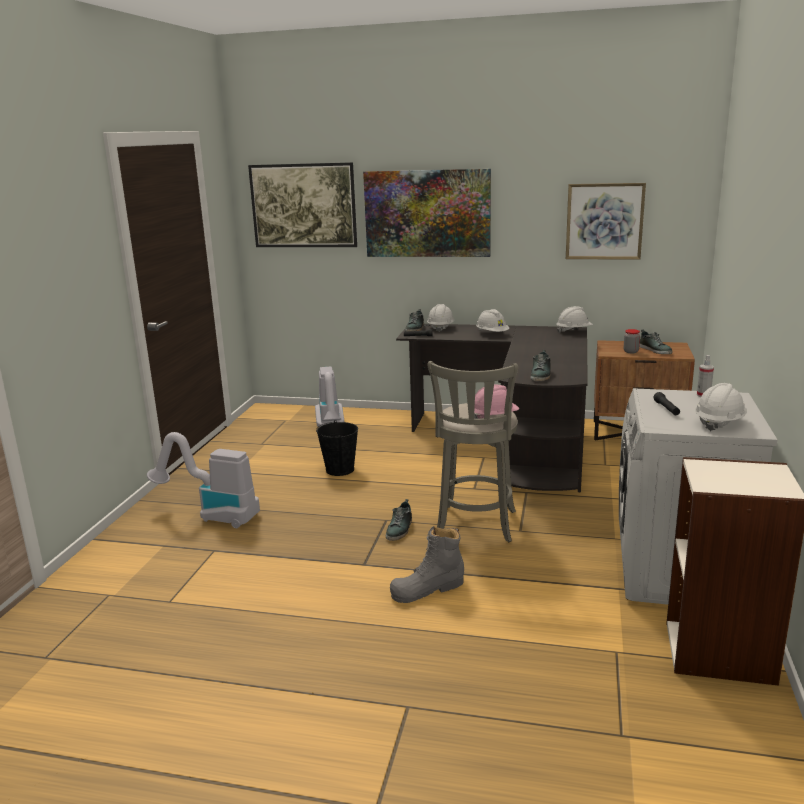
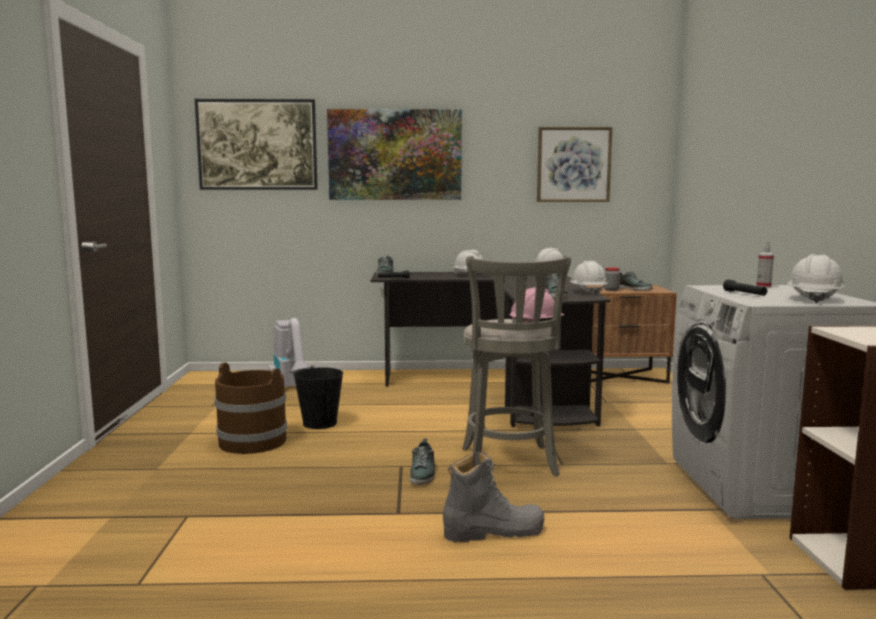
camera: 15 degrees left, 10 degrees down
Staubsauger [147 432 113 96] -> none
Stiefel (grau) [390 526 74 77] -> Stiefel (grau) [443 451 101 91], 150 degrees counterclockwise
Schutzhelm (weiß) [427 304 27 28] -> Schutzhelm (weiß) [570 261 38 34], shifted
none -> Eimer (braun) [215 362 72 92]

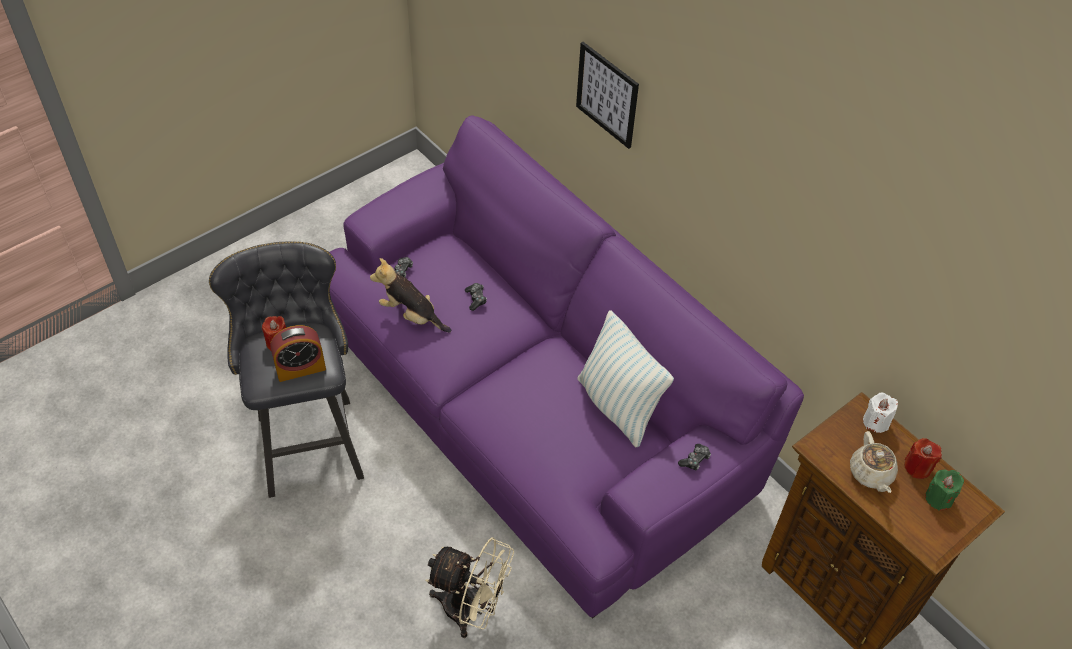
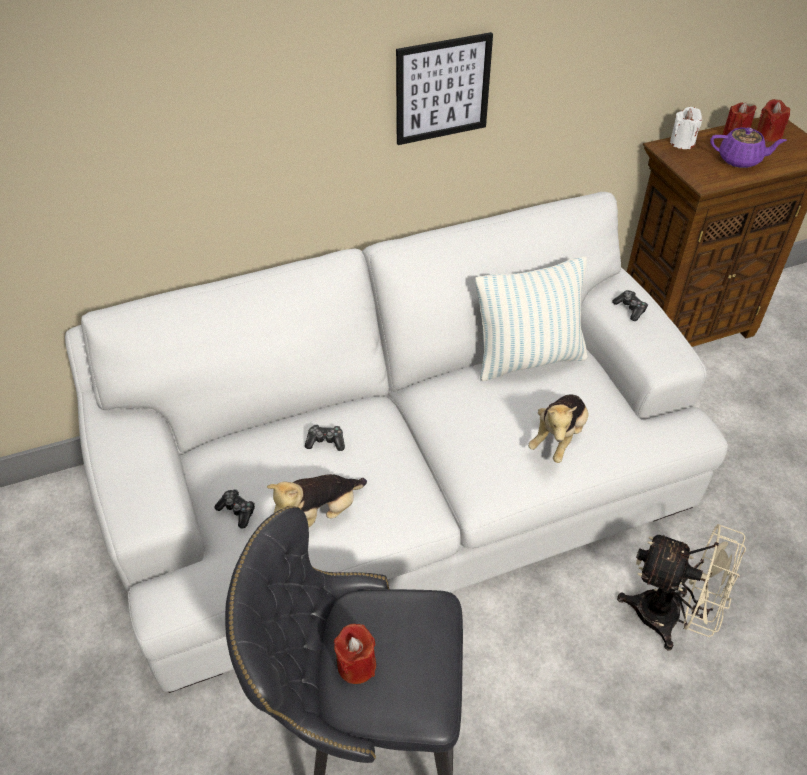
camera: 70 degrees left, 5 degrees down
Wecker [270 325 56 57] -> none
Sofa (lila) [330 115 474 504] -> Sofa (weiß) [65 192 663 501]
Ventilator (beige) [425 537 89 101] -> Ventilator (beige) [617 524 129 126], 75 degrees clockwise
Bild [576 42 63 107] -> Bild [396 32 97 113], shifted
Teekanne (beige) [850 431 48 62] -> Teekanne (lila) [710 127 77 41]
Kerze (grün) [925 469 39 42] -> Kerze (rot) [757 99 33 43]
none -> Plüschtier [528 394 60 69]

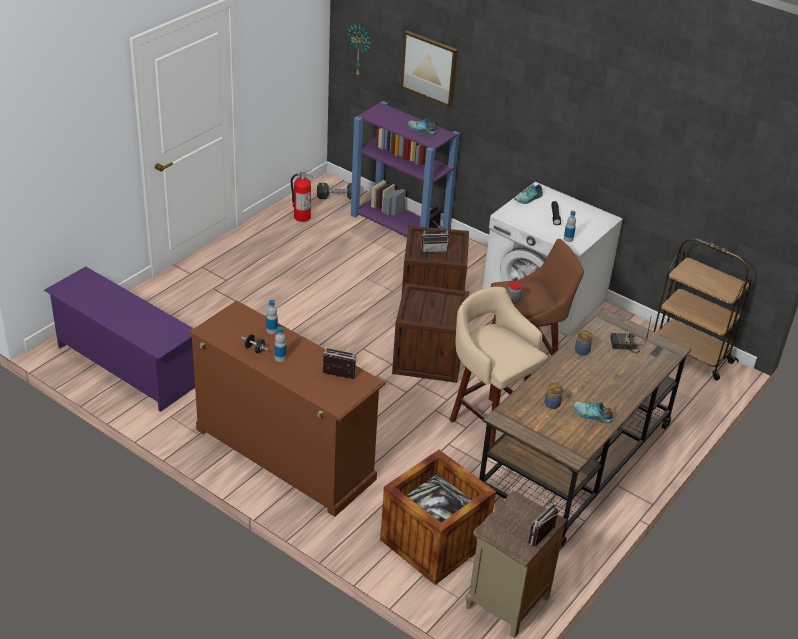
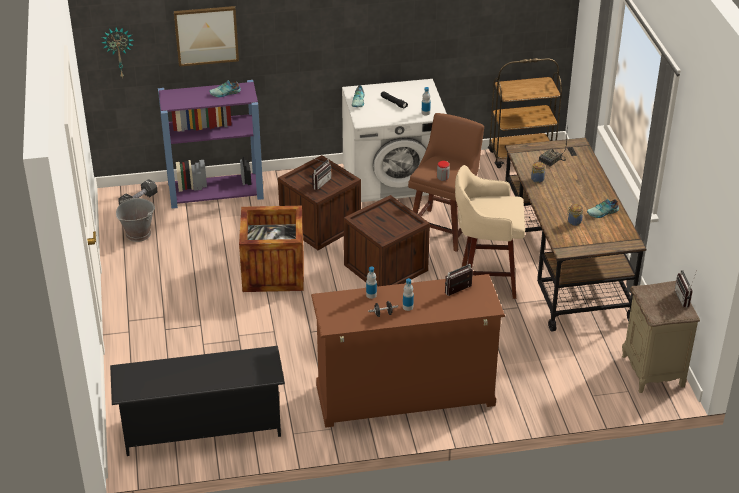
camera: 45 degrees left, 0 degrees up
Schuhregal (lila) [44 267 151 145] -> Schuhregal (schwarz) [110 346 175 110]
Feuerlöscher [291 169 22 53] -> Eimer (grau) [116 198 39 44]
Kiste [380 450 116 135] -> Kiste [239 206 65 86], shifted

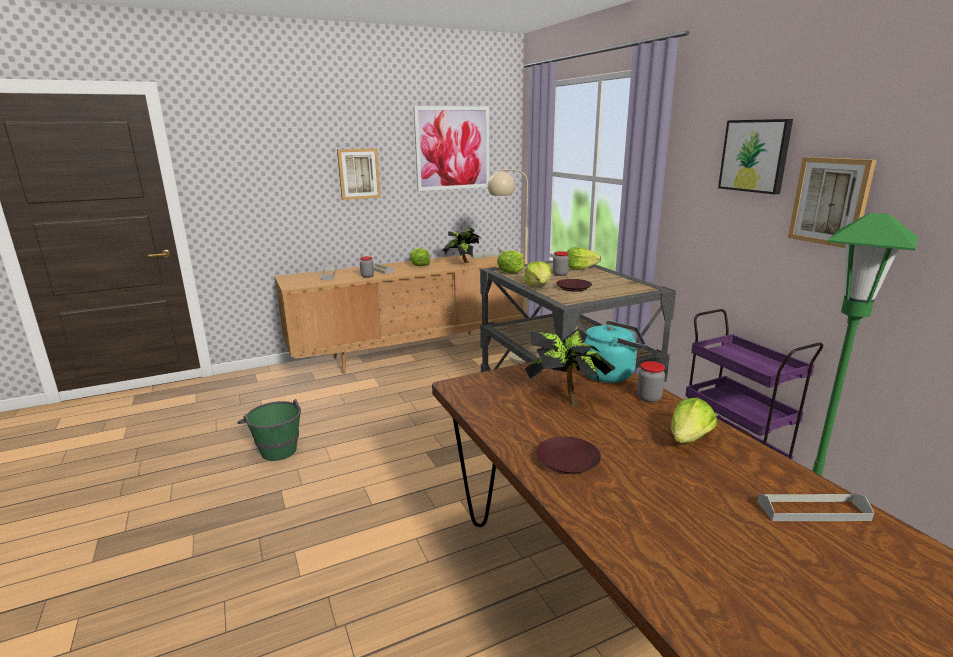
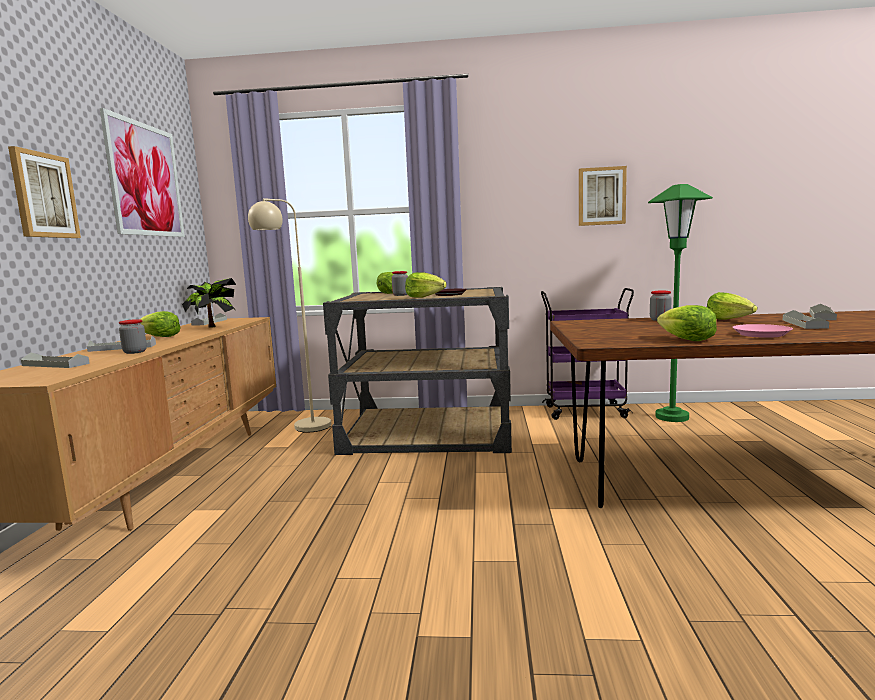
camera: 60 degrees left, 10 degrees down
Eimer (grün) [237 399 64 62] -> none
Salatkopf [497 251 27 22] -> Salatkopf [657 305 60 36], shifted
Topfpflanze [525 329 91 77] -> none
Teller (braun) [536 436 65 38] -> Teller (rosa) [733 324 60 14]
Wasserkessel (türkis) [585 320 61 63] -> none
Bild [718 119 75 75] -> none
none -> Tablett (grau) [783 310 46 19]

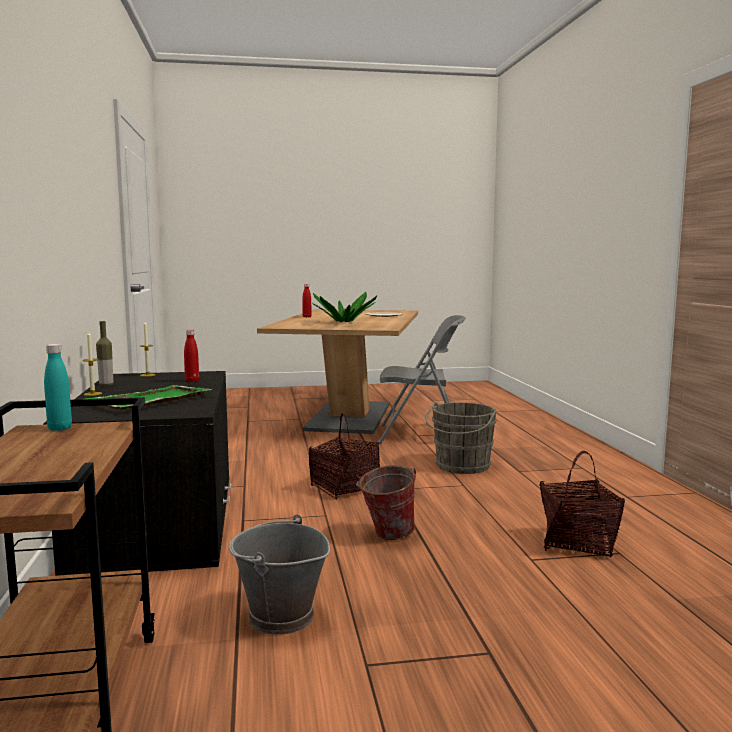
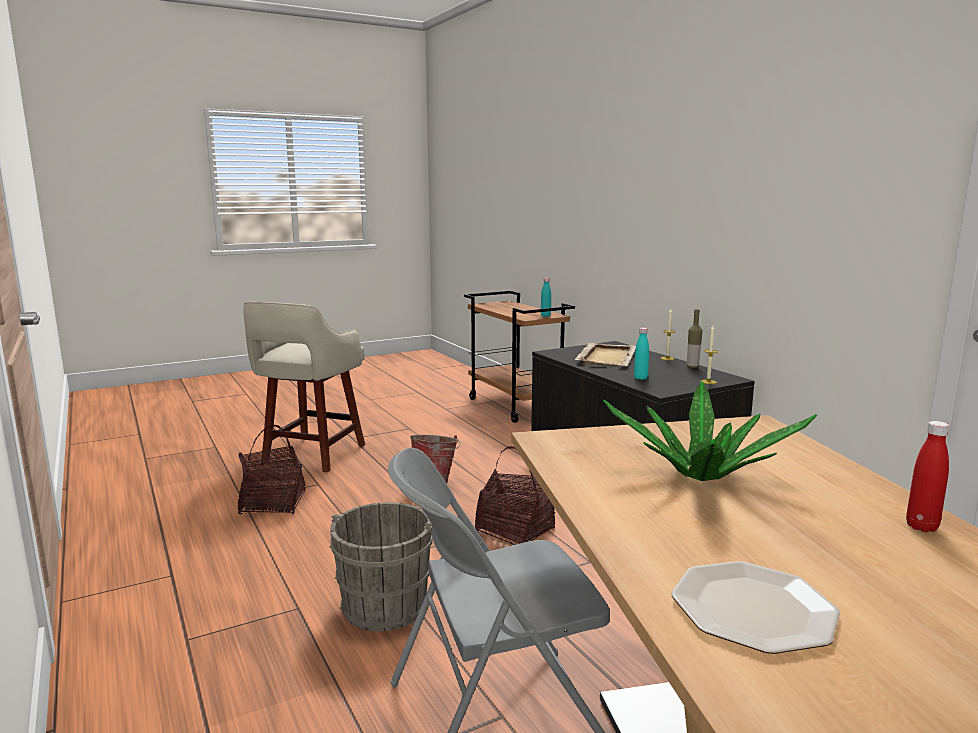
camera: 160 degrees right, 5 degrees up
Tablett (grün) [85 385 127 25] -> Tablett (beige) [575 343 61 24]
Flasche (rot) [184 330 15 52] -> Flasche (türkis) [634 328 15 52]
Eimer (grau) [229 514 101 121] -> none
none -> Hocker (beige) [243 302 122 170]

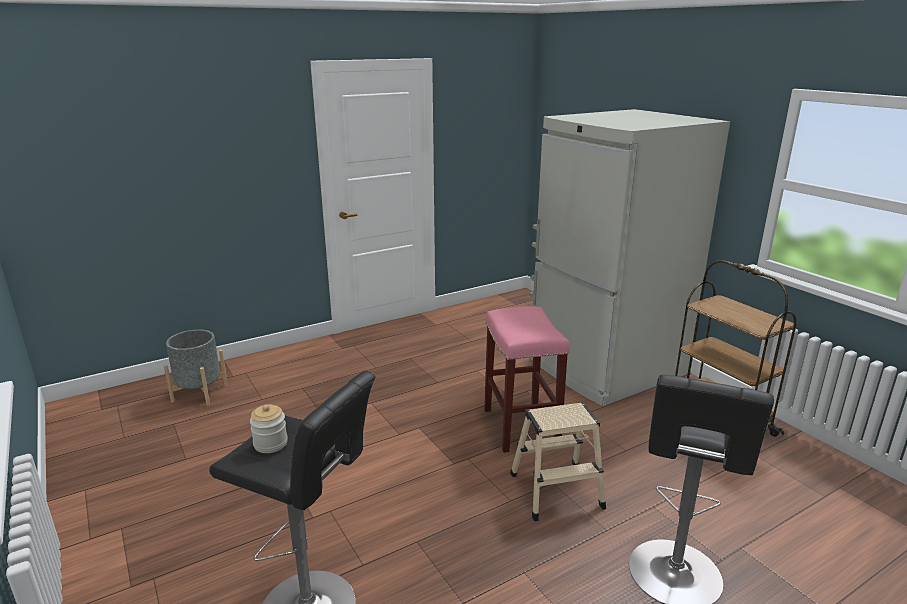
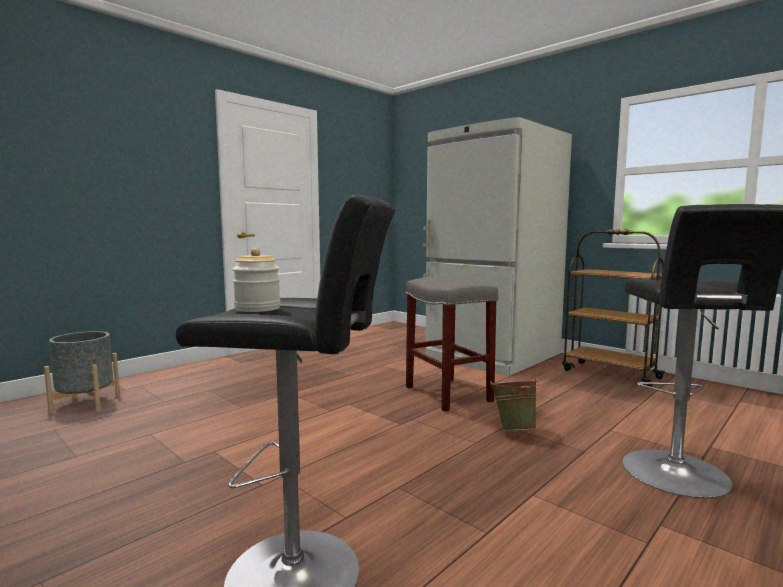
camera: 15 degrees left, 15 degrees down
Hocker (rosa) [484 306 86 147] -> Hocker (grau) [406 277 92 135]
Trittleiter (beige) [510 402 96 119] -> Eimer (grün) [490 378 50 53]

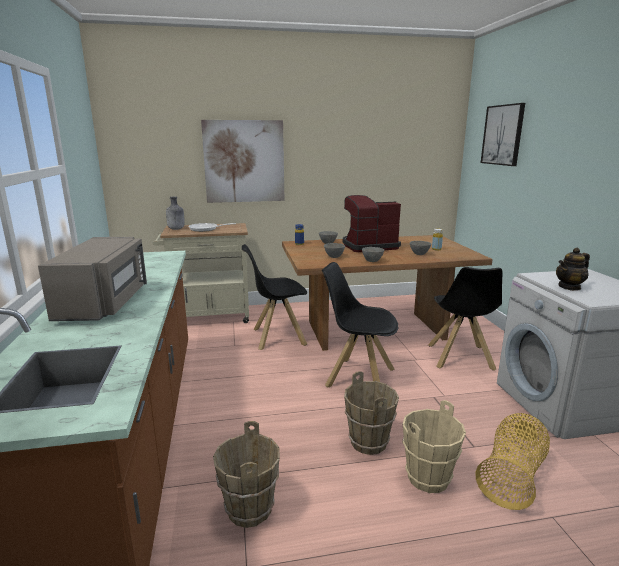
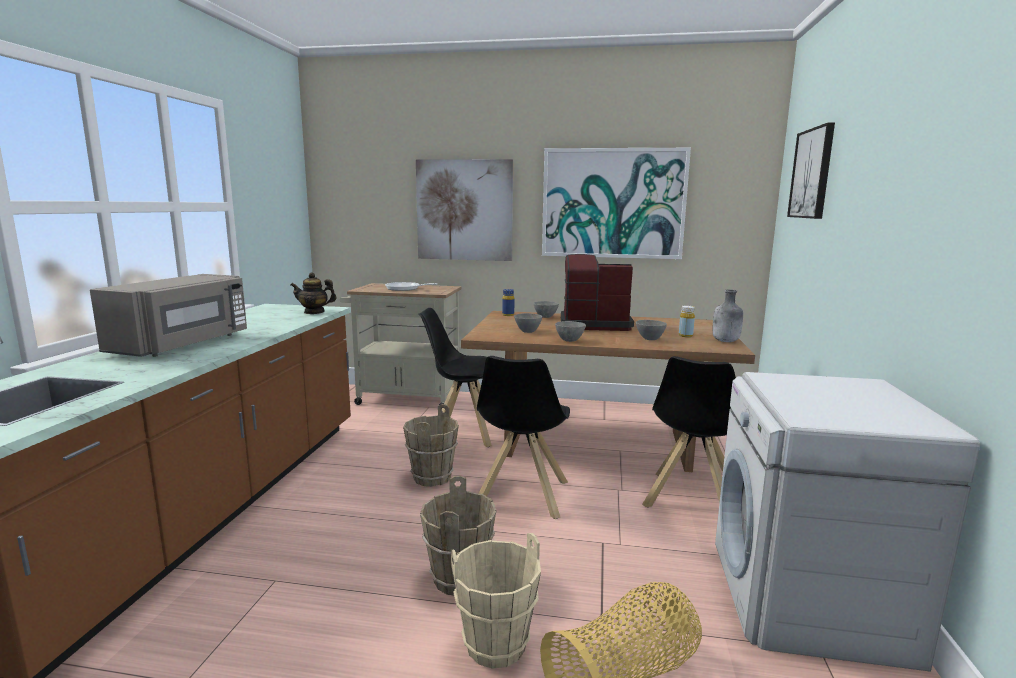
camera: 20 degrees right, 5 degrees down
Flasche (grau) [166 197 19 33] -> Flasche (grau) [713 289 30 53], shifted
Eimer (braun) [213 421 67 107] -> Eimer (braun) [403 404 56 83], shifted
Stuhl (schwarz) [322 262 77 126] -> Stuhl (schwarz) [477 356 93 163], 120 degrees counterclockwise
Teekanne [556 248 34 43] -> Teekanne [291 272 45 42], shifted
none -> Bild [542 148 149 111]

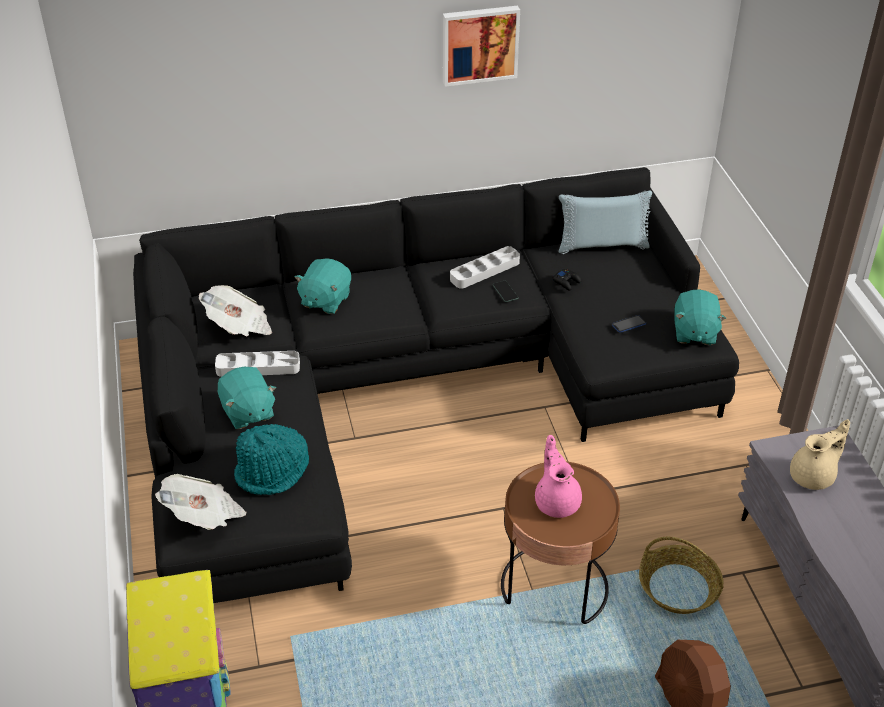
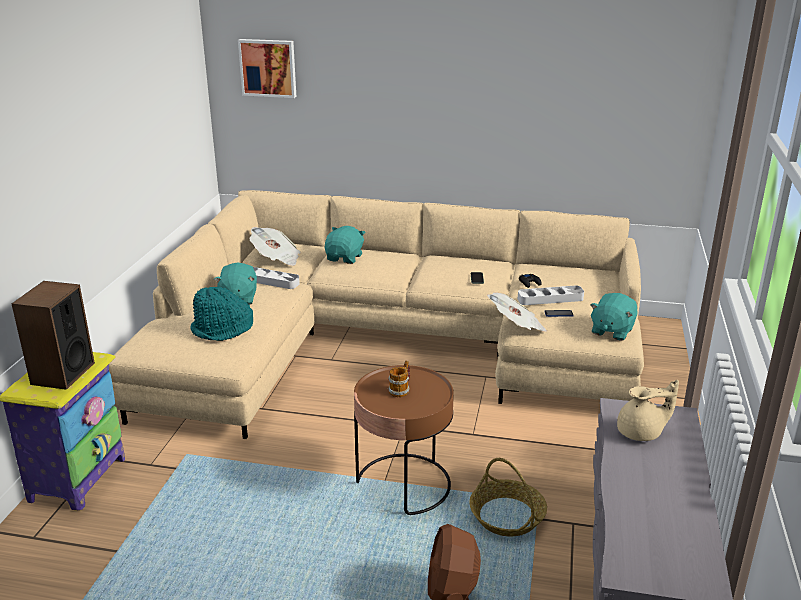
camera: 25 degrees right, 15 degrees down
Sofa (schwarz) [133 167 606 436] -> Sofa (beige) [109 190 535 249]
Zeitung [155 474 91 56] -> Zeitung [487 293 60 39], shifted
Plüschtier (türkis) [294 258 57 56] -> Plüschtier (türkis) [325 226 41 38], 150 degrees clockwise
Bild [443 6 77 81] -> Bild [238 39 58 59], shifted
Tablett (grau) [450 246 70 43] -> Tablett (grau) [518 285 66 20], shifted
Teekanne (rosa) [535 435 47 83] -> Henkelbecher [388 361 22 36]
Kissen (blau) [559 190 93 64] -> none
none -> Lautsprecher [12 281 83 109]

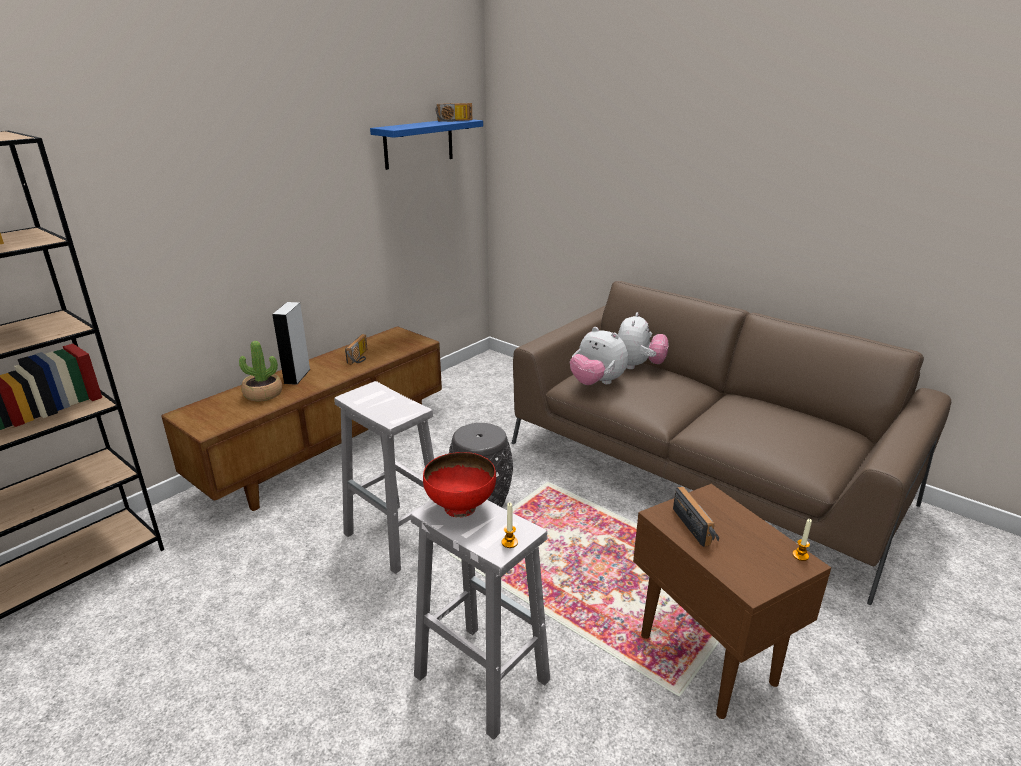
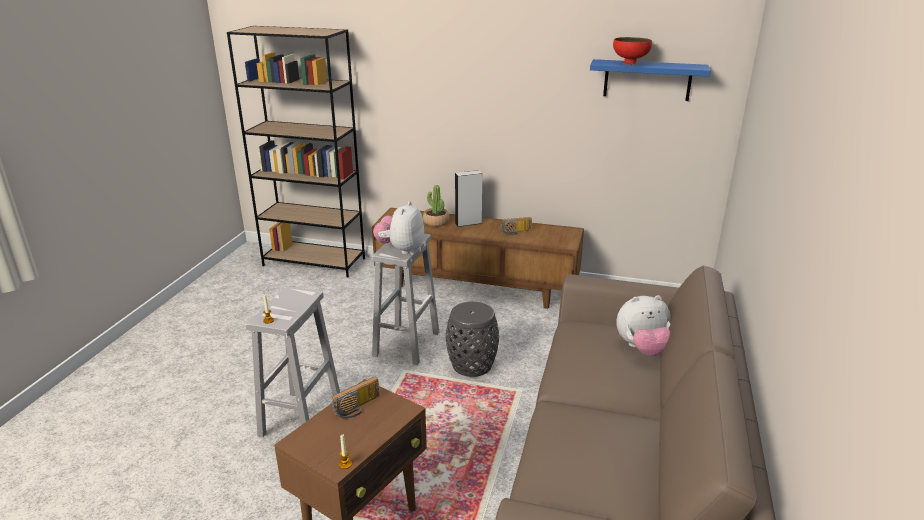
camera: 65 degrees right, 0 degrees up
Schüssel (rot) [423 452 73 65] -> Schüssel (rot) [613 37 39 28], shifted
Radio [435 103 37 19] -> none
Plüschtier [570 327 58 58] -> Plüschtier [373 201 51 53], shifted

